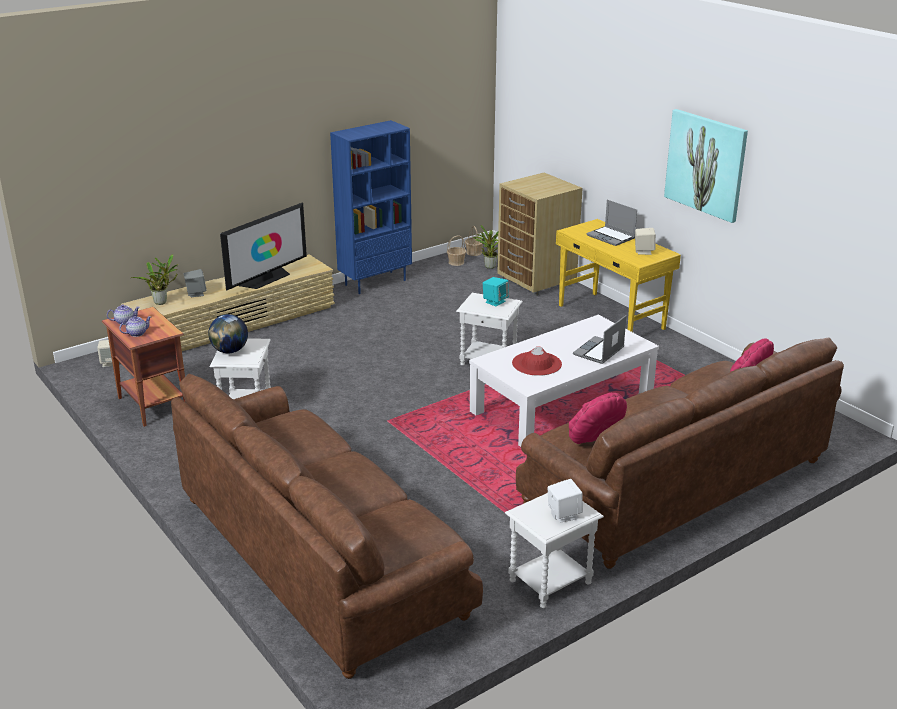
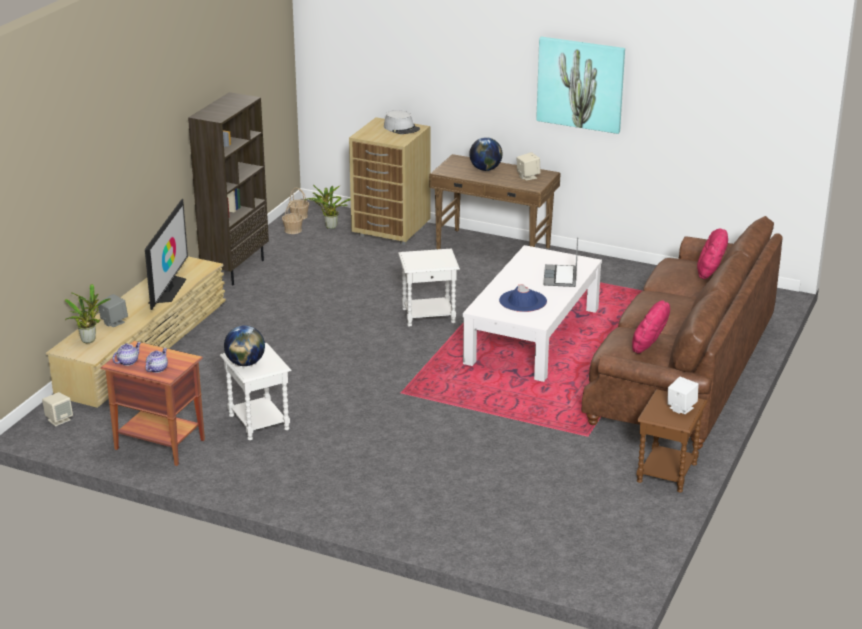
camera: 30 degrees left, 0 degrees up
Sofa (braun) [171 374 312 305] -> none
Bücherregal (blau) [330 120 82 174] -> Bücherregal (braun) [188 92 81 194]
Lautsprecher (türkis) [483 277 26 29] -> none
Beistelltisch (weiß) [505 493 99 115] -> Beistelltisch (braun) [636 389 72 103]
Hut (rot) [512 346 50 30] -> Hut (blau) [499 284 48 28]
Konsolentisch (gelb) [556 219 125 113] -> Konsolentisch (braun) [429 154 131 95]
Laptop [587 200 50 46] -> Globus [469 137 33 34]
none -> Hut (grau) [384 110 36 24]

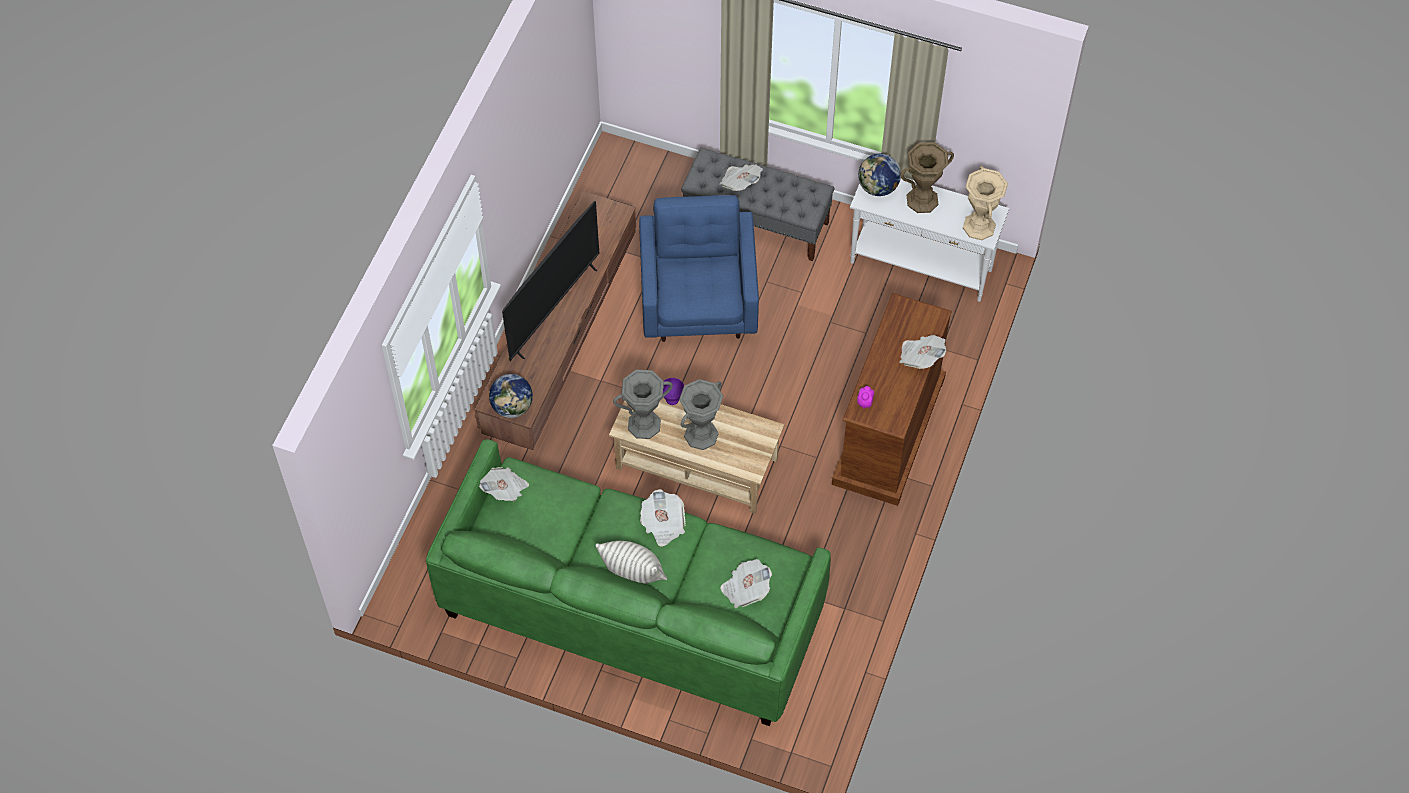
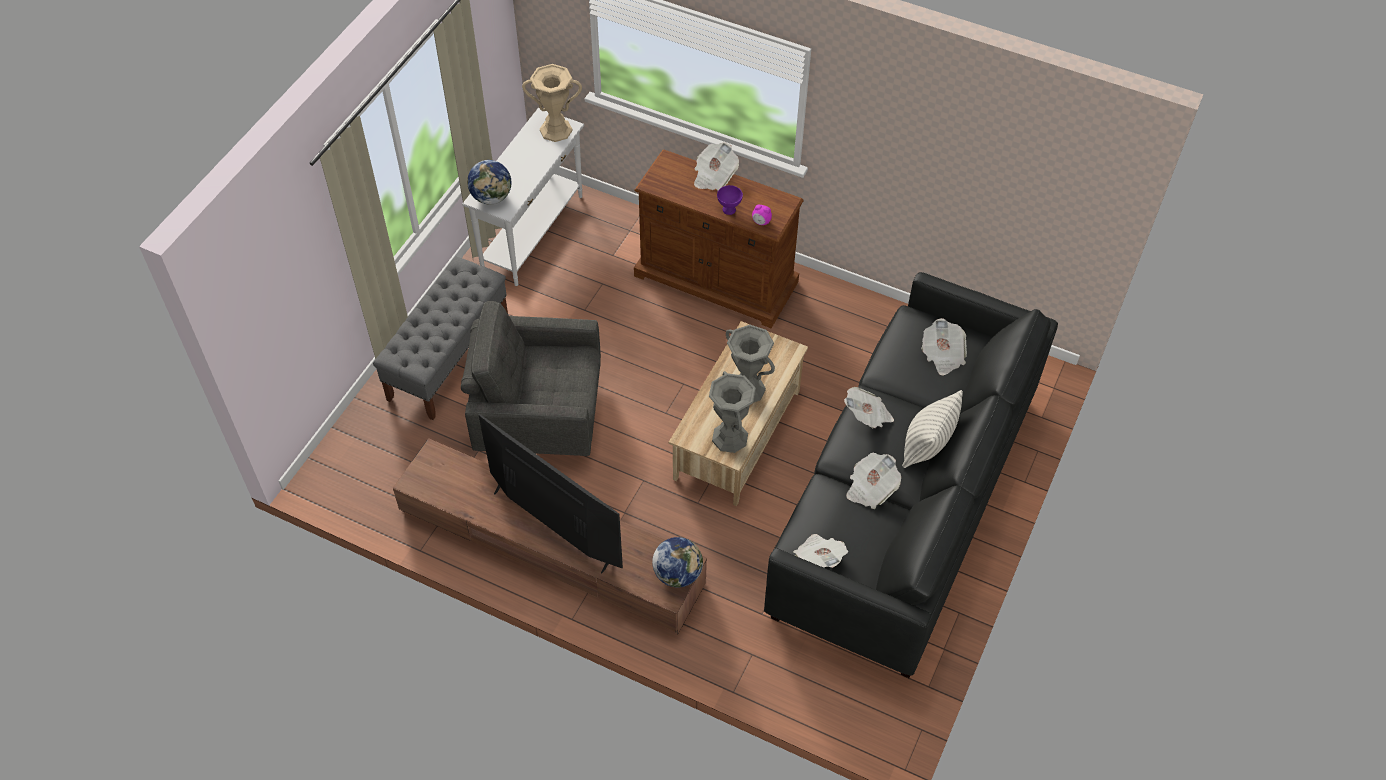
camera: 85 degrees left, 5 degrees down
Sofa (grün) [426 439 405 287] -> Sofa (schwarz) [764 272 294 406]
Sessel (blau) [639 195 120 147] -> Sessel (grau) [461 301 140 155]
Schüssel (lila) [663 378 21 27] -> Schüssel (lila) [717 185 26 30], shifted
Zeitung [719 164 44 27] -> Zeitung [846 452 55 57], shifted
Vase (braun) [901 142 53 71] -> none

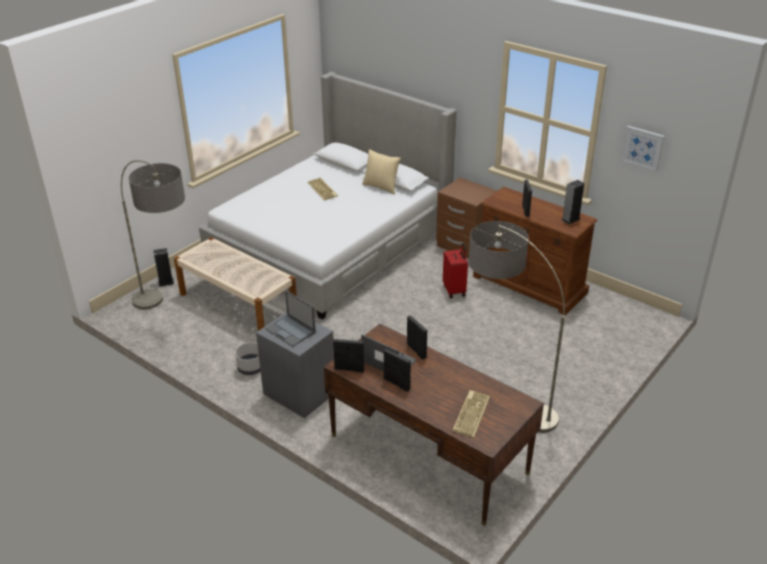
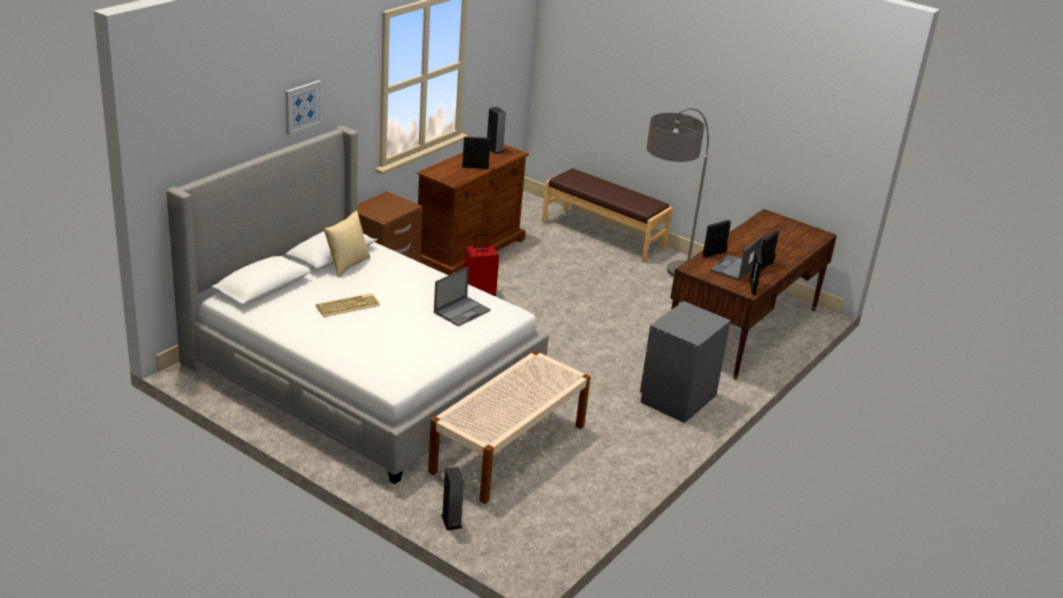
camera: 95 degrees left, 5 degrees down
Stehlampe [121 160 64 149] -> none
Pflanzkübel (grau) [235 343 26 32] -> none
Laptop [265 290 51 57] -> Laptop [434 267 57 59], shifted
Tastatur [453 390 37 48] -> none
Bild [621 126 44 46] -> Bild [285 80 37 55], shifted
none -> Bank (braun) [542 168 130 95]

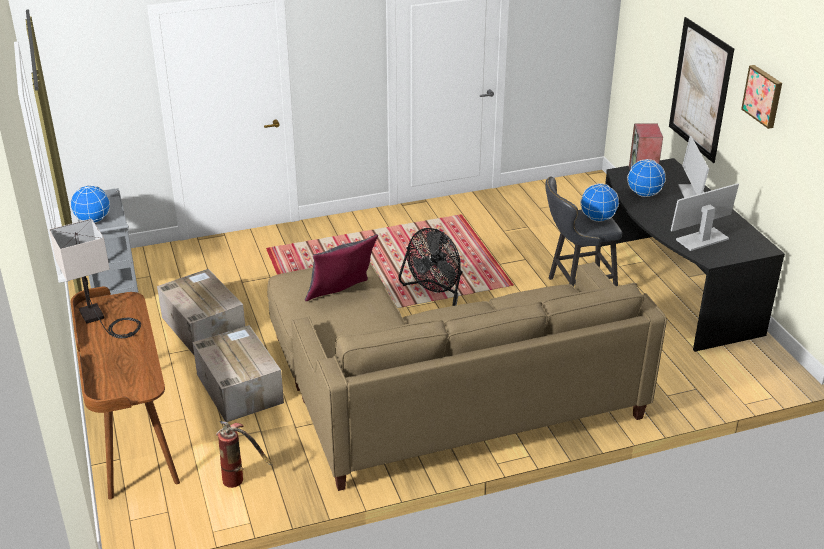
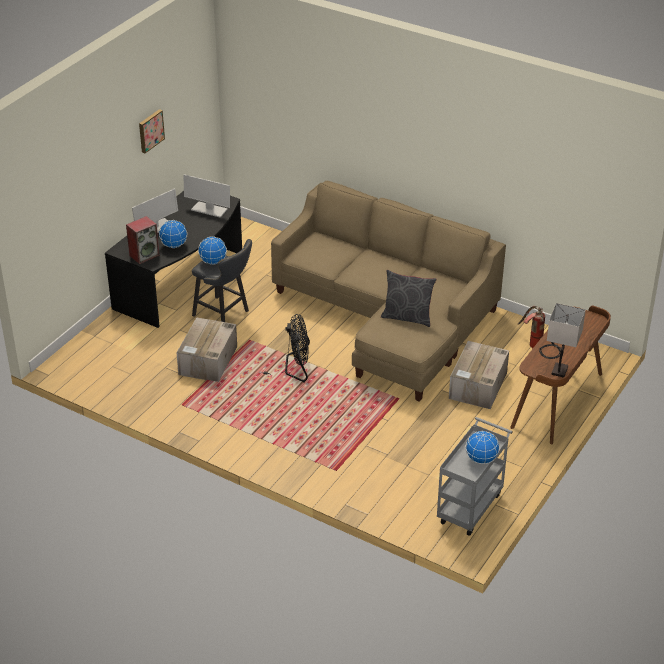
camera: 130 degrees left, 5 degrees up
Karton [157 269 88 86] -> Karton [176 317 61 65], shifted
Bild [669 17 65 146] -> none

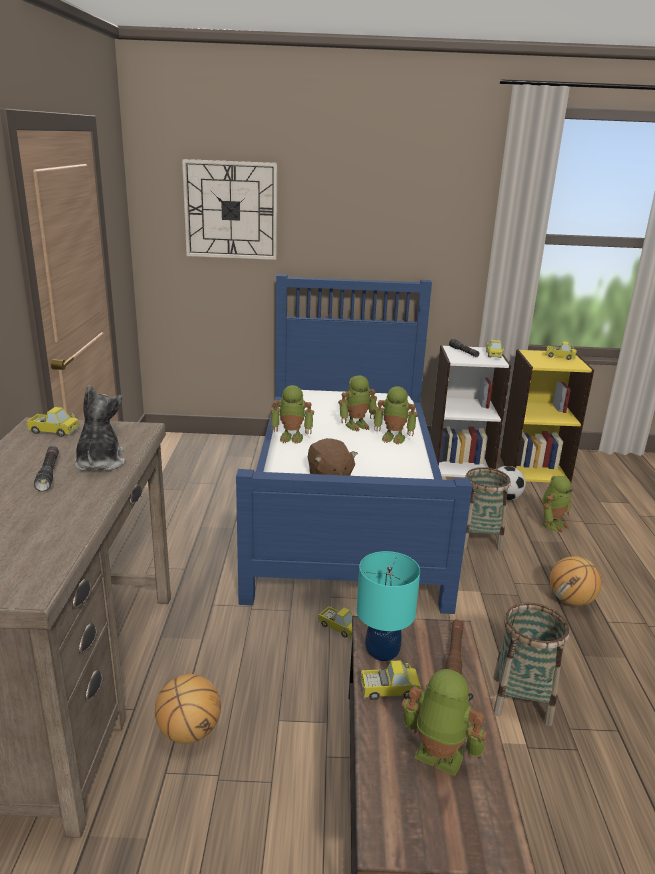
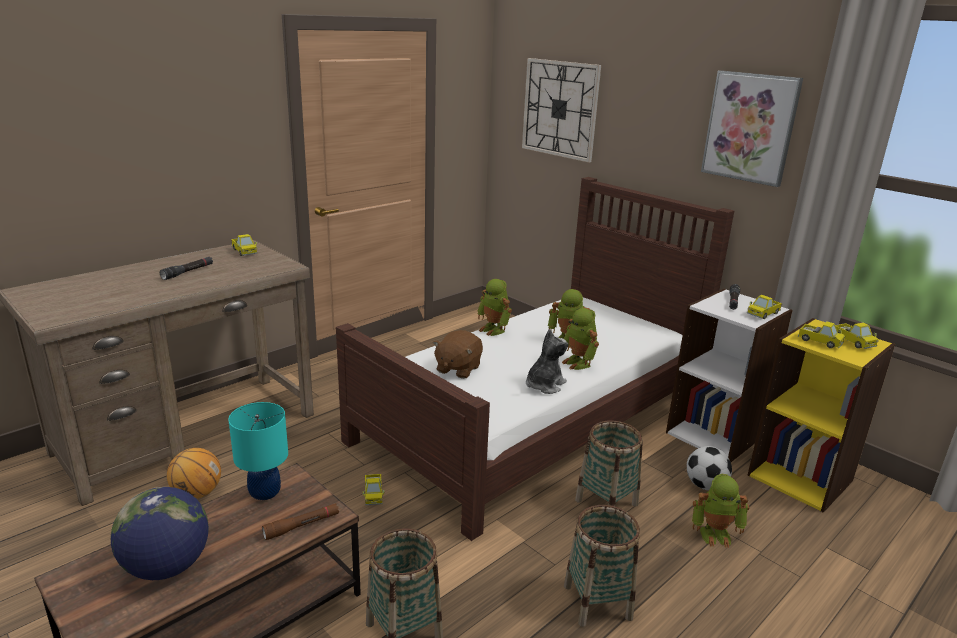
camera: 45 degrees right, 0 degrees up
Plüschtier [73 385 53 86] -> Plüschtier [526 329 42 65], shifted
Bett (blau) [236 274 236 340] -> Bett (braun) [336 177 398 364]
Spielzeuglaster [361 660 60 41] -> Spielzeuglaster [798 322 47 26], shifted
Spielzeugroboter [402 669 85 107] -> Globus [111 487 98 93]
Basketball [550 556 52 50] -> Korb [564 505 76 122]
none -> Bild [701 70 102 117]

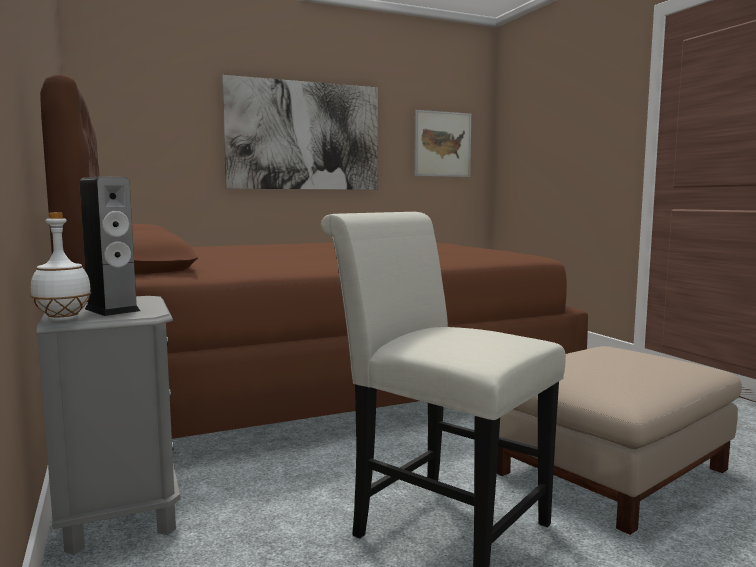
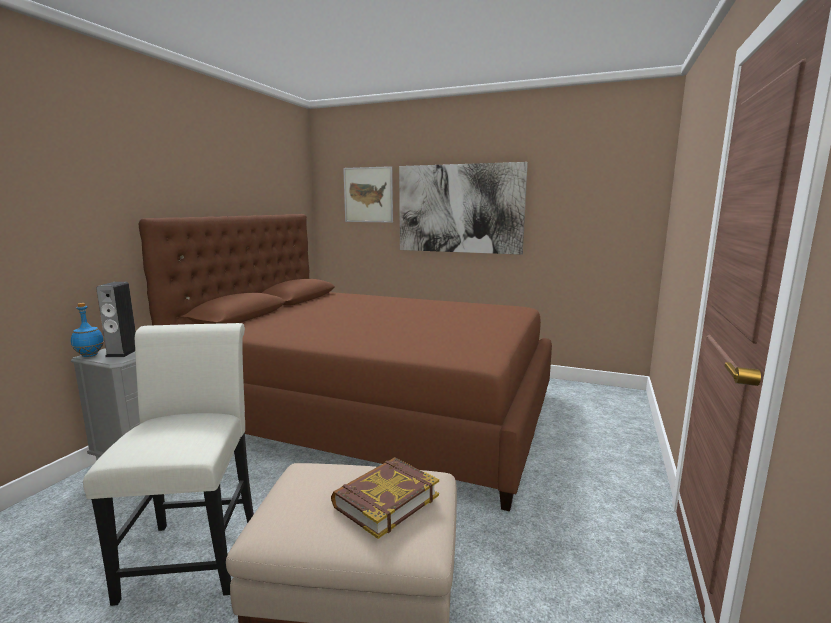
camera: 45 degrees right, 5 degrees up
Flasche (weiß) [31 212 60 109] -> Flasche (blau) [71 303 33 54]
Bild [414 110 57 67] -> Bild [343 166 50 57], shifted
none -> Buch [331 457 108 82]

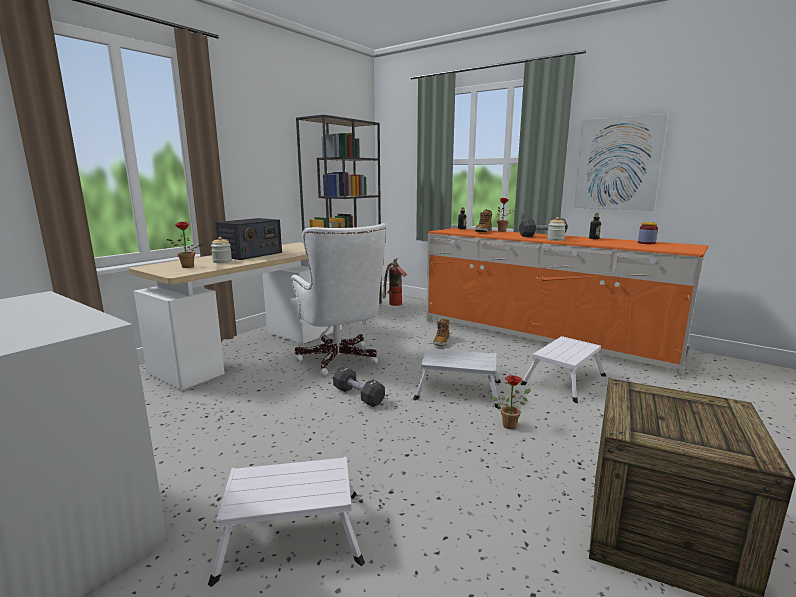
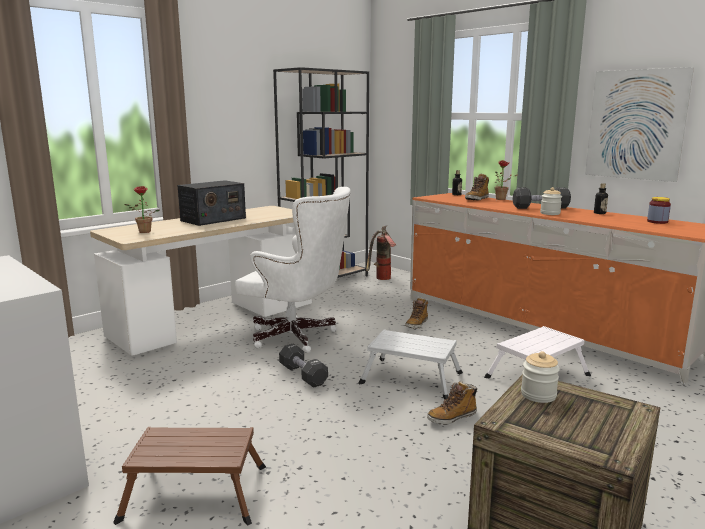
camera: 10 degrees right, 0 degrees up
Trittleiter (weiß) [208 457 157 130] -> Trittleiter (braun) [113 427 153 99]
Vorratsglas [211 237 21 26] -> Vorratsglas [521 351 39 52], shifted
Bürostuhl (weiß) [290 223 96 153] -> Bürostuhl (weiß) [235 187 115 166], 45 degrees counterclockwise
Topfpflanze [491 375 40 54] -> Stiefel [427 381 50 44]

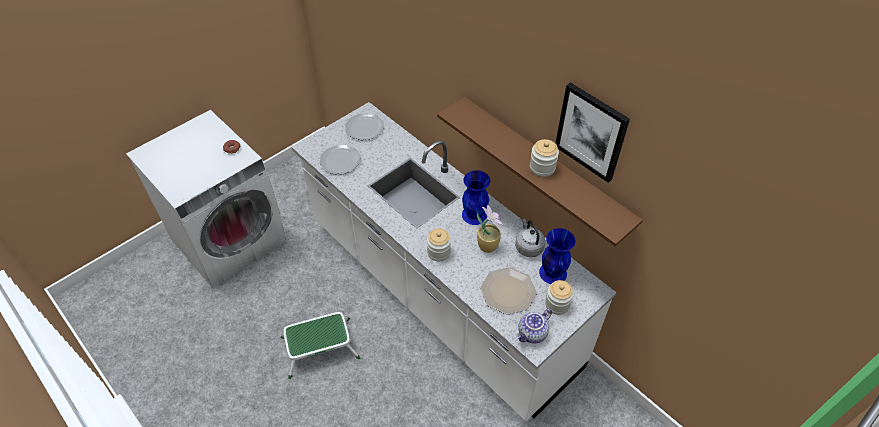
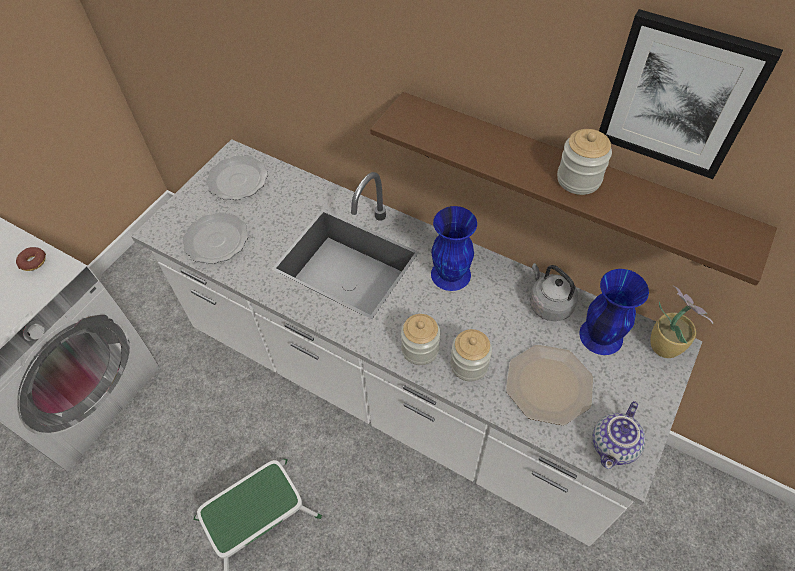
camera: 15 degrees left, 5 degrees up
Topfpflanze [477 205 26 48] -> Topfpflanze [650 285 63 73], shifted
Vorratsglas [545 280 28 35] -> Vorratsglas [450 329 42 52], shifted

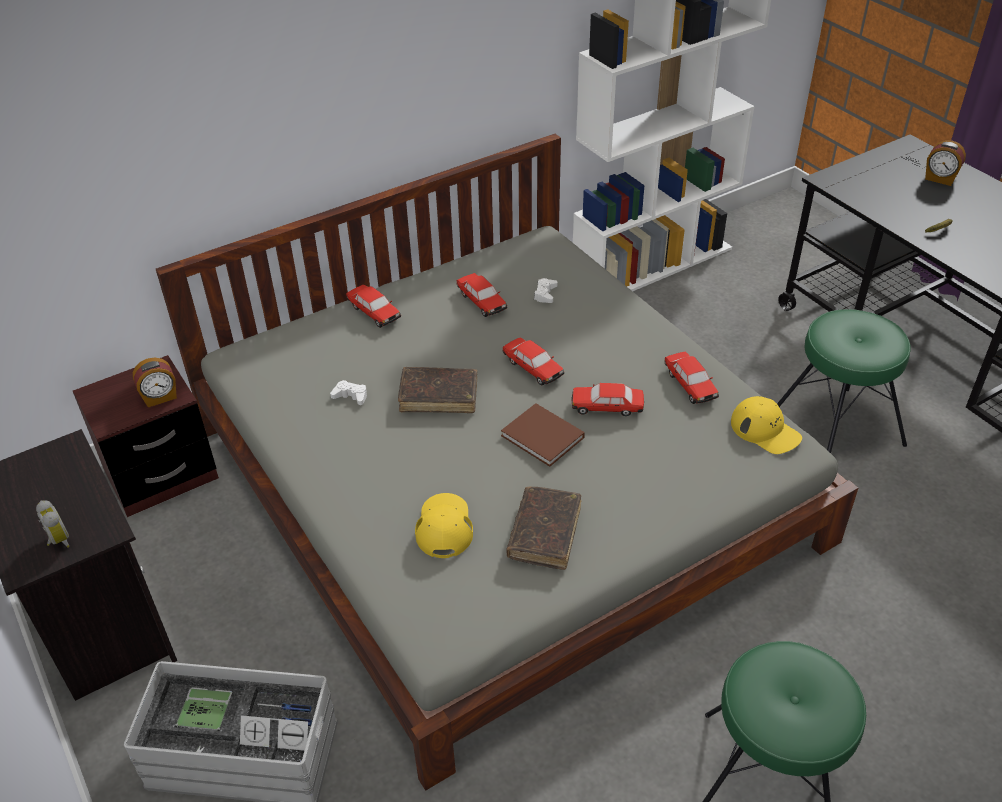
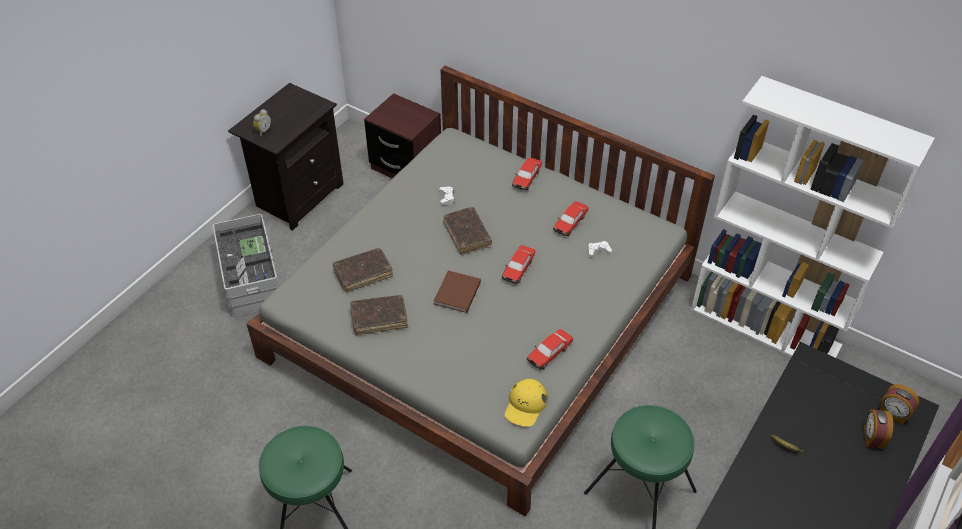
camera: 65 degrees right, 5 degrees up
Wecker [133 358 44 49] -> Wecker [880 384 39 41], shifted
Kappe (gelb) [415 493 58 65] -> Buch (braun) [333 248 60 45]
Spielzeugauto [571 383 73 33] -> none

